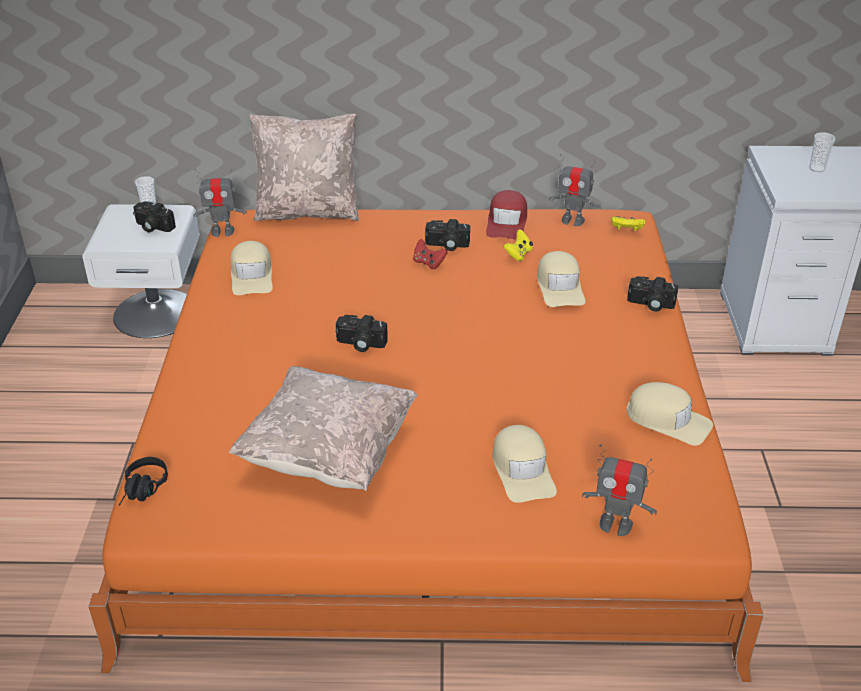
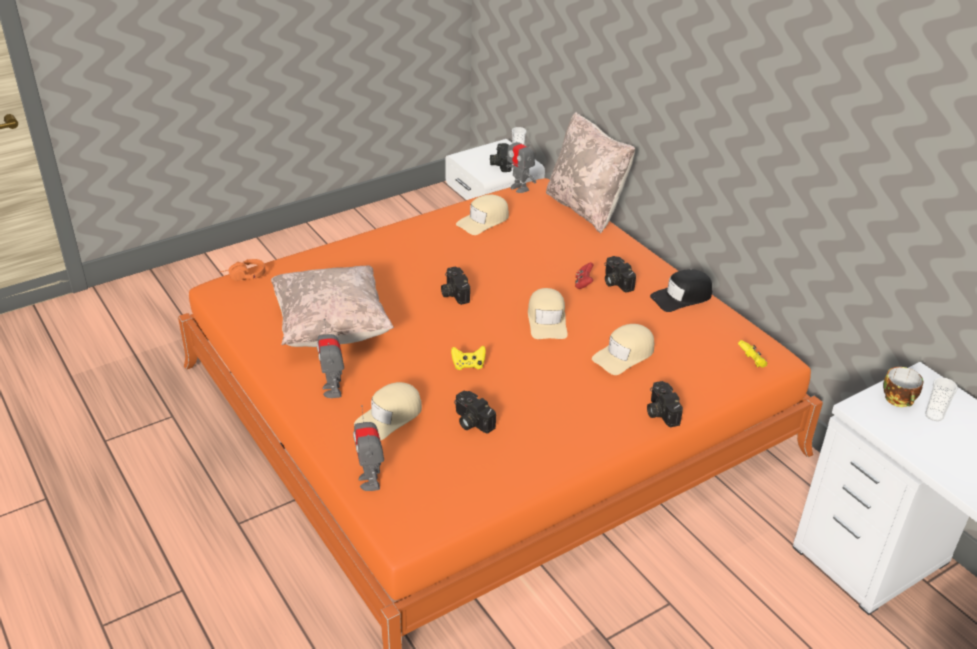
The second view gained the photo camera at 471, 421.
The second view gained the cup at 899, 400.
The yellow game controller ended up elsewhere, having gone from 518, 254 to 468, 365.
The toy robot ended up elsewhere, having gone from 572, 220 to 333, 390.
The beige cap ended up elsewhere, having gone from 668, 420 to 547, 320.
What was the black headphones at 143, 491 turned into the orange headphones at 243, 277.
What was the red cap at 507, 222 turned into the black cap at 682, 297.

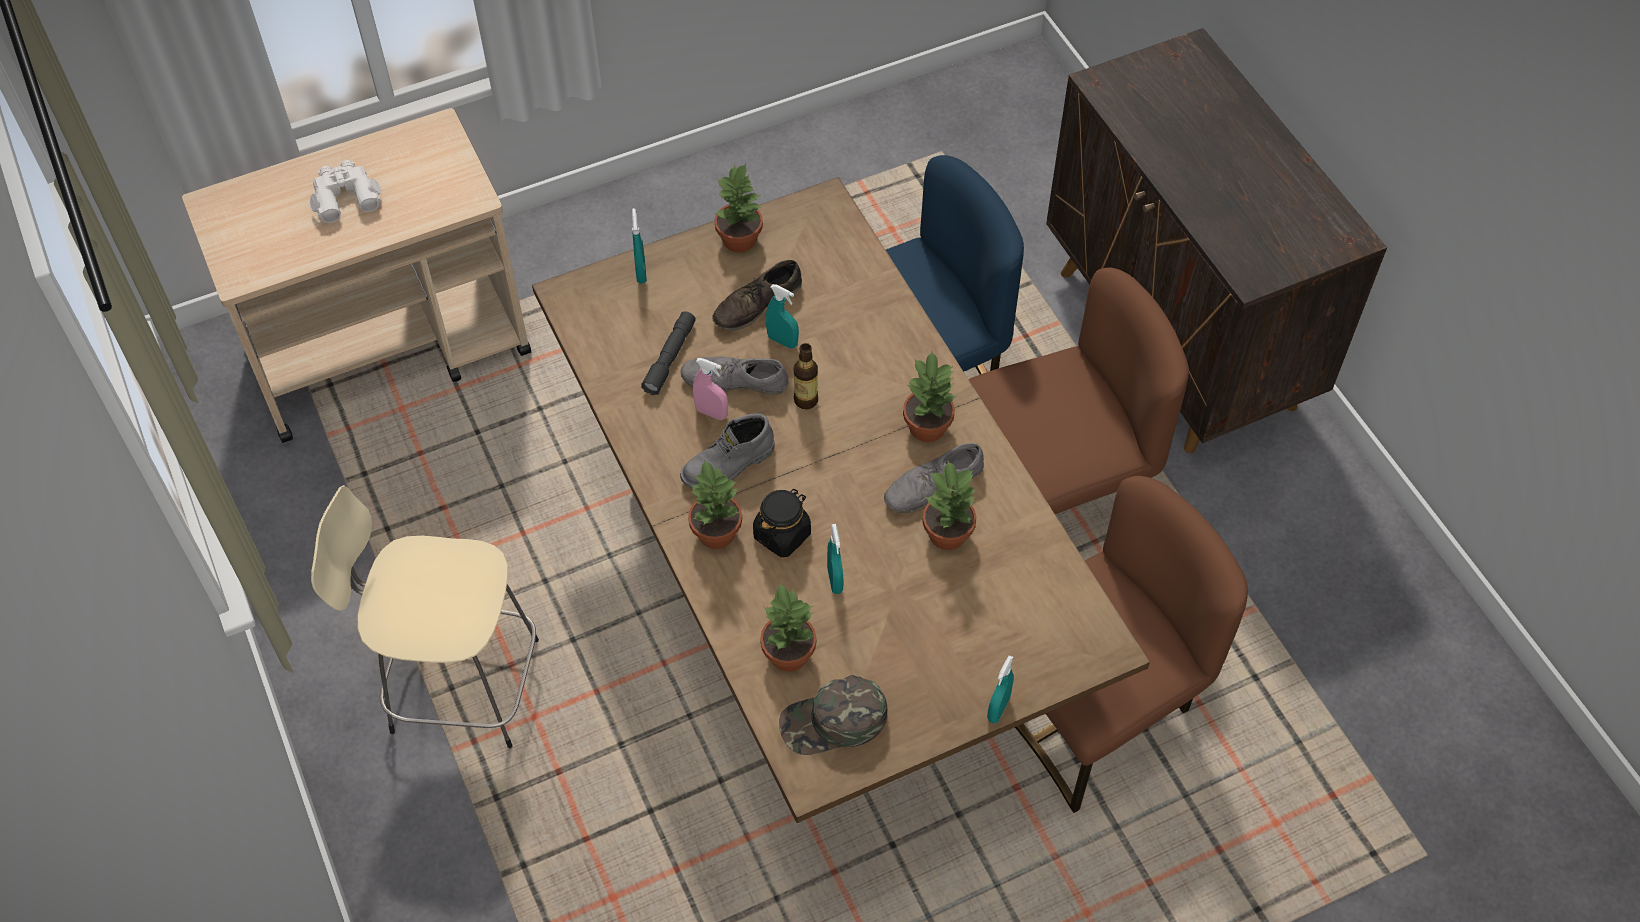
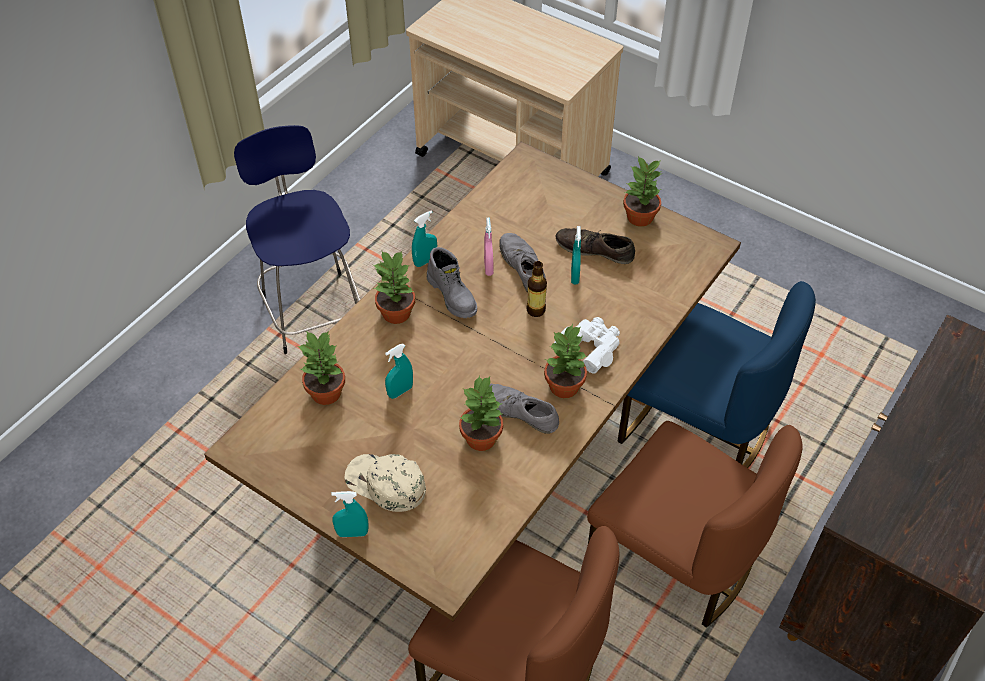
The second view lost the grey flashlight at 670, 358.
The second view lost the black jar at 782, 534.
The second view lost the green cap at 833, 722.
The second view gained the beige cap at 385, 484.
The white binoculars ended up elsewhere, having gone from 345, 196 to 590, 347.
The turquoise spray bottle ended up elsewhere, having gone from 641, 272 to 425, 261.
What was the beige stool at 459, 684 turned into the blue stool at 312, 309.
The grey boot at 728, 466 ended up facing another way, 150 degrees counterclockwise from before.

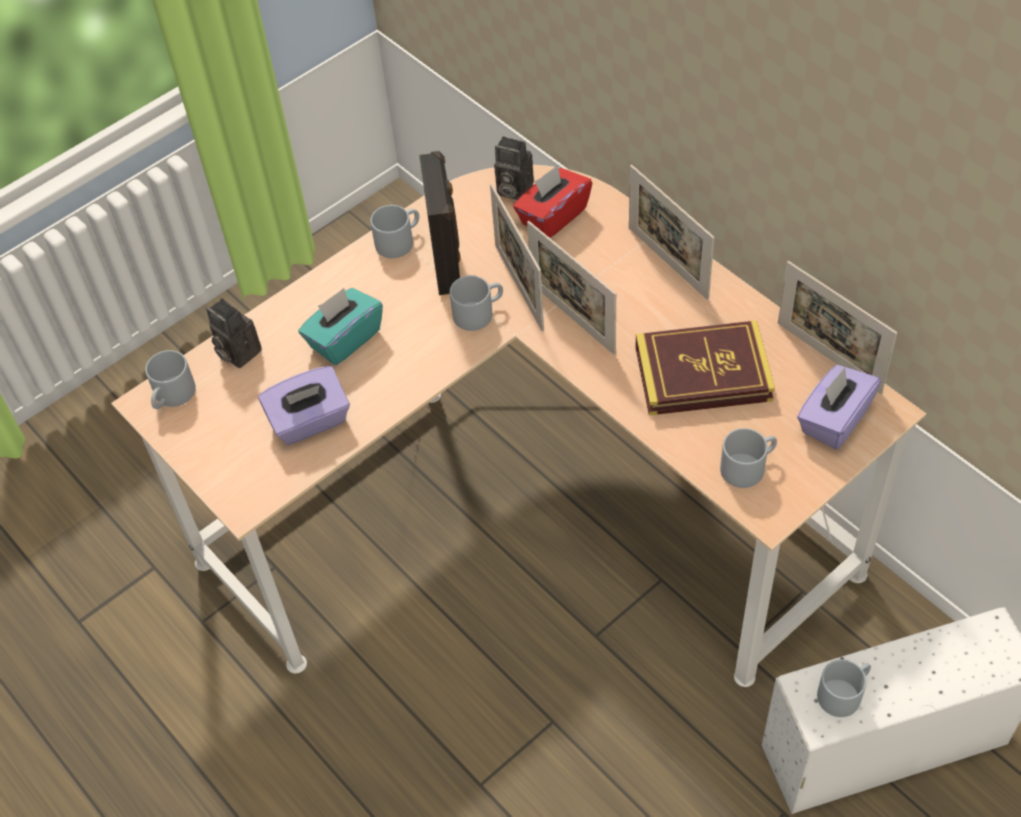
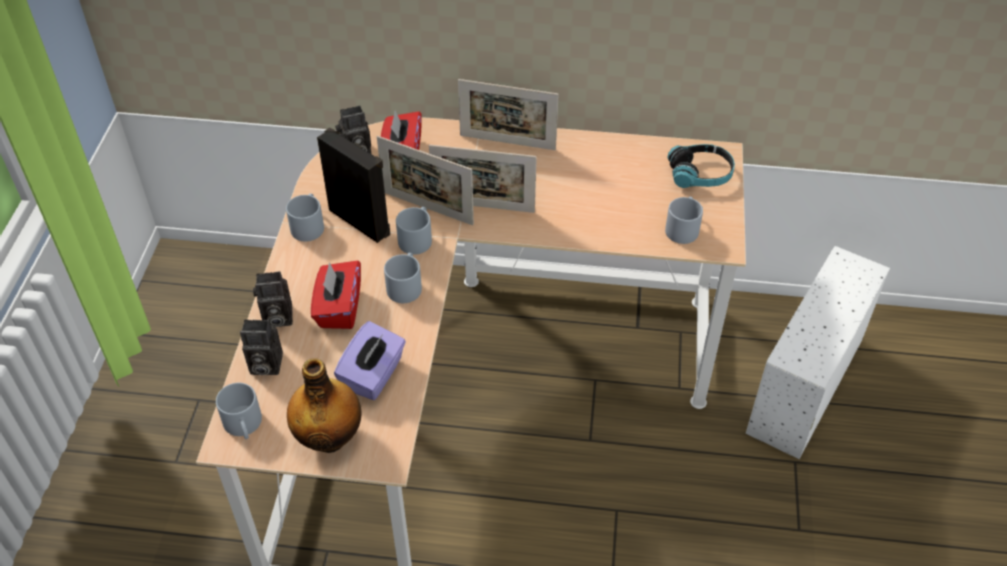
The second view lost the book at 703, 373.
The second view lost the picture frame at 828, 357.
The second view gained the photo camera at 276, 318.
The second view gained the bottle at 330, 437.
The grey mug ended up elsewhere, having gone from 843, 692 to 405, 285.
Where the purple tissue box stood at 834, 420, the headphones came to stand at 700, 174.
What was the turquoise tissue box at 344, 339 turned into the red tissue box at 339, 308.

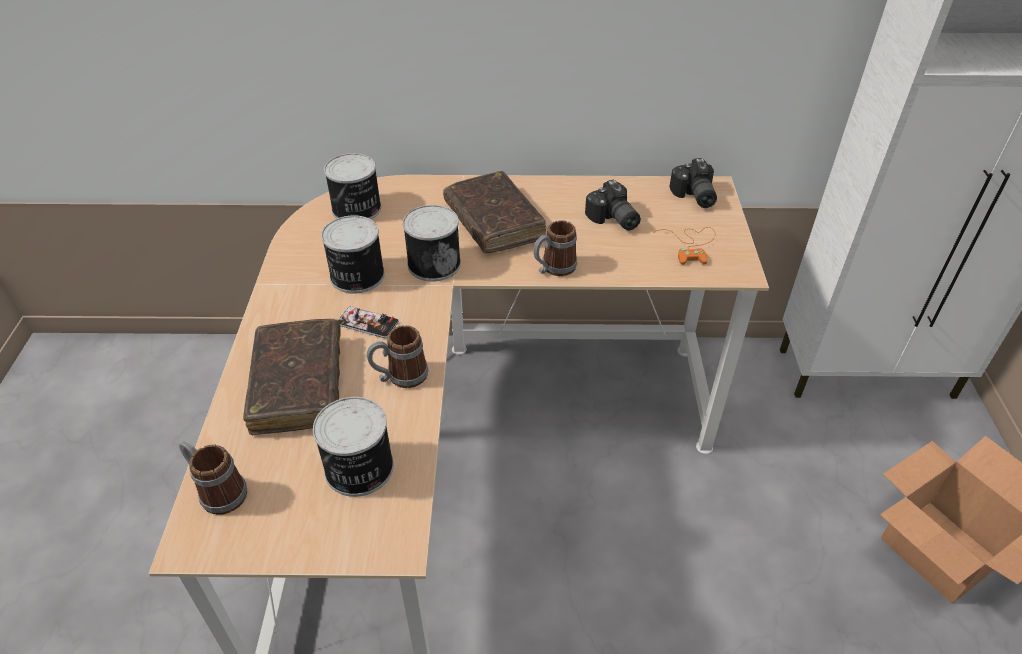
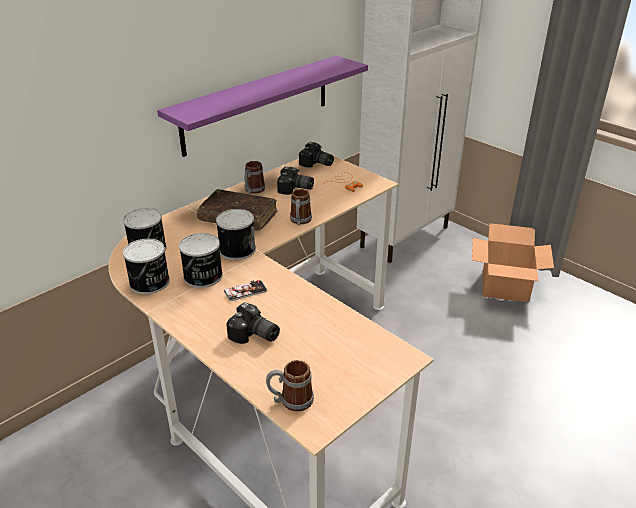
The second view gained the purple shelf at 257, 104.
The can ended up elsewhere, having gone from 358, 469 to 150, 283.
The mug ended up elsewhere, having gone from 400, 376 to 253, 191.
Where the brown book stood at 298, 385, the photo camera came to stand at 254, 336.

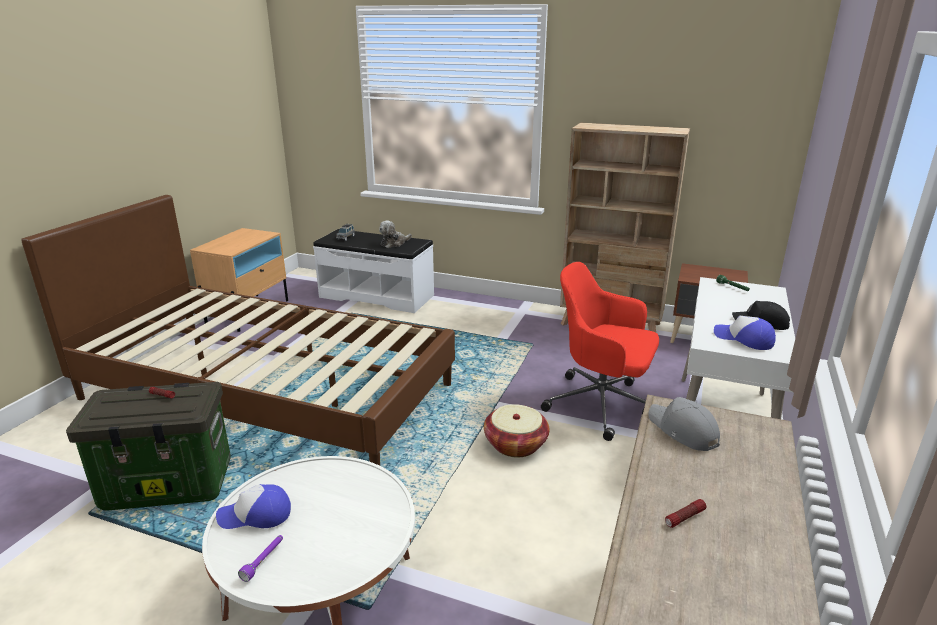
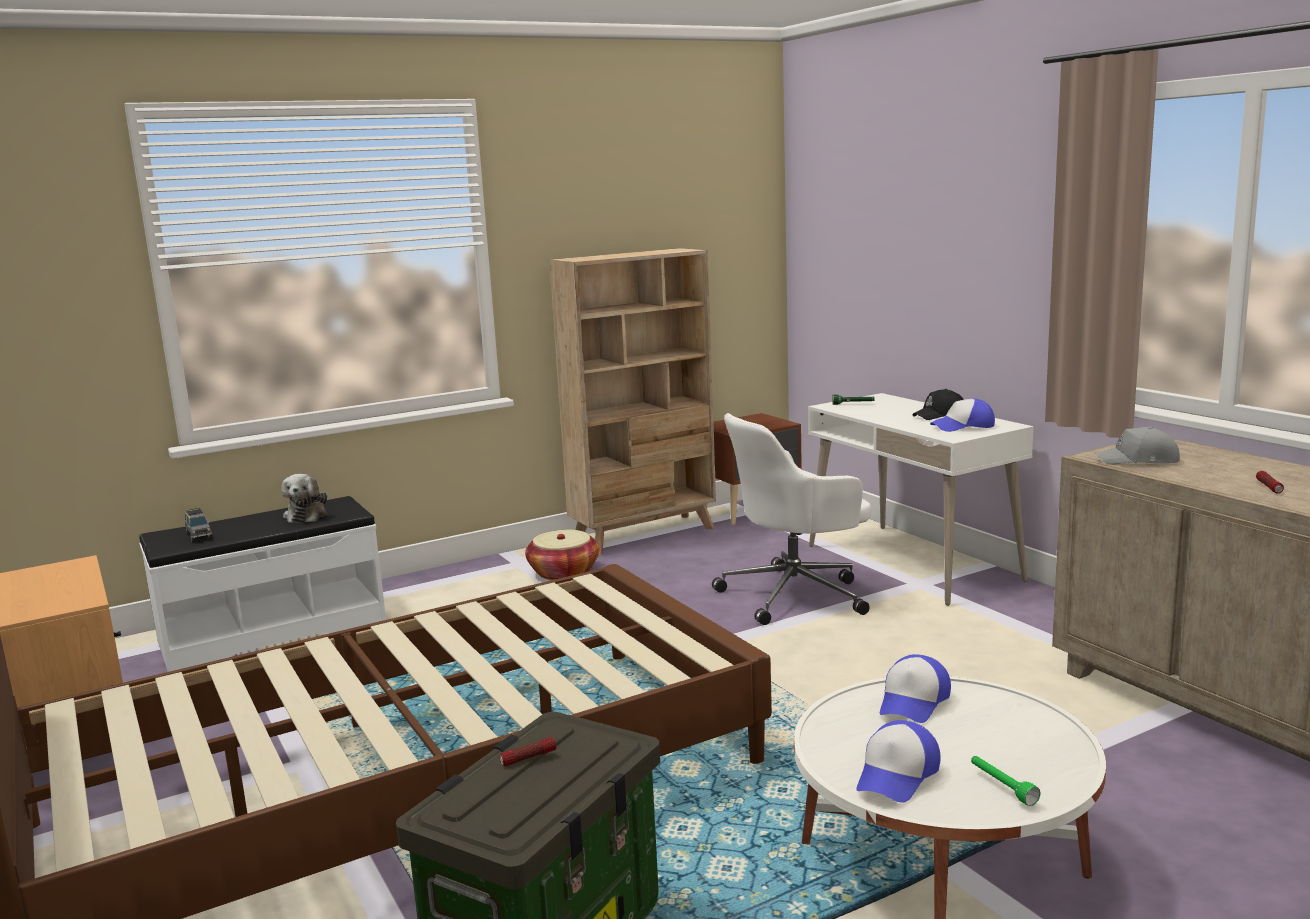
The second view gained the cap at 914, 702.
The basket ended up elsewhere, having gone from 515, 444 to 564, 572.
What was the purple flashlight at 263, 561 turned into the green flashlight at 1002, 786.
What was the red office chair at 601, 405 turned into the white office chair at 796, 595.

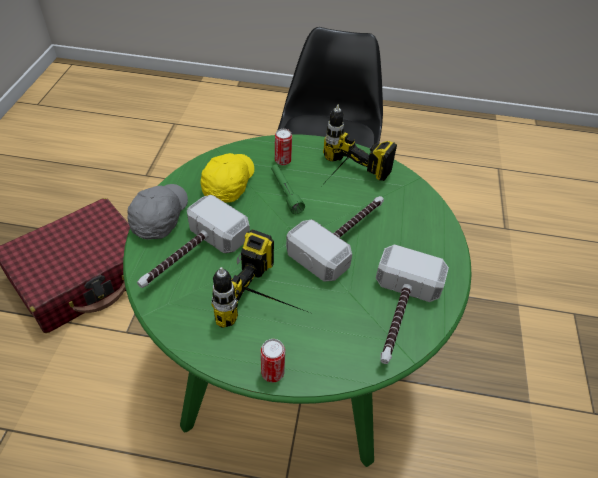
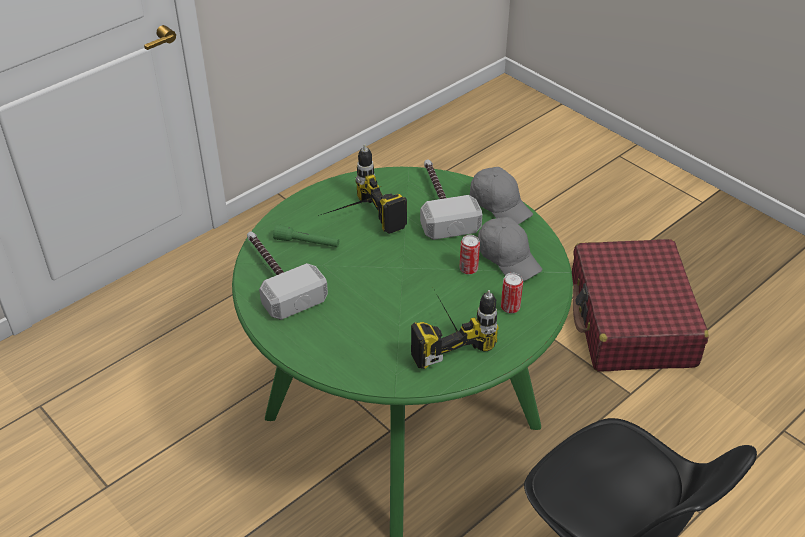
The second view lost the hammer at 343, 238.
The can ended up elsewhere, having gone from 272, 373 to 468, 269.
The green flashlight ended up elsewhere, having gone from 285, 192 to 307, 243.
What was the yellow cap at 228, 183 turned into the grey cap at 508, 258.

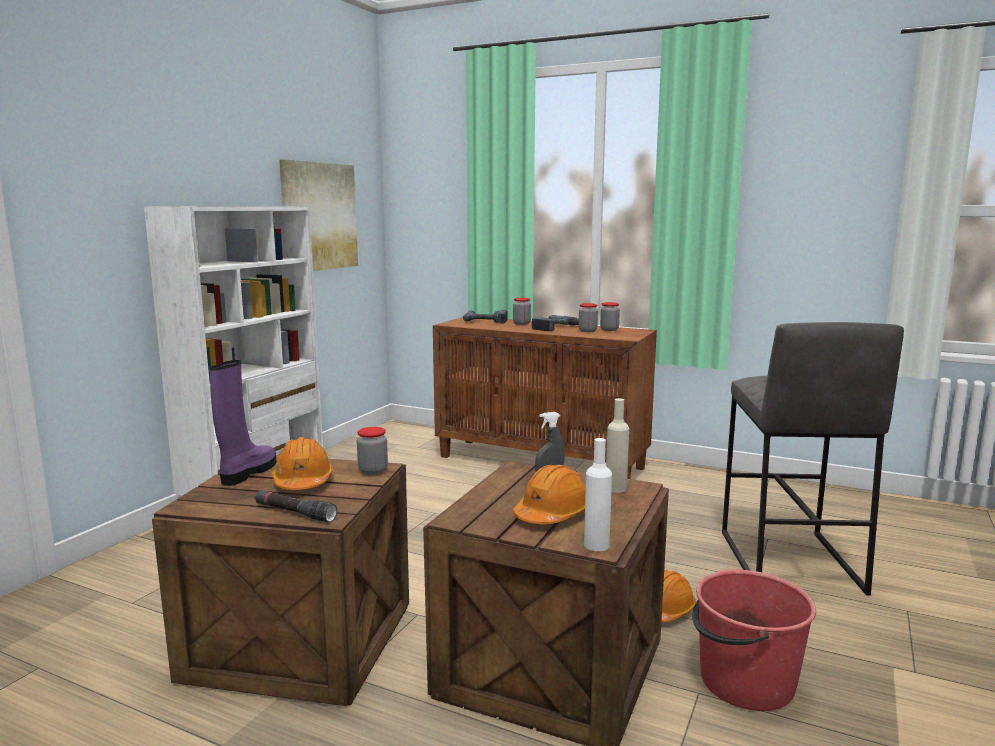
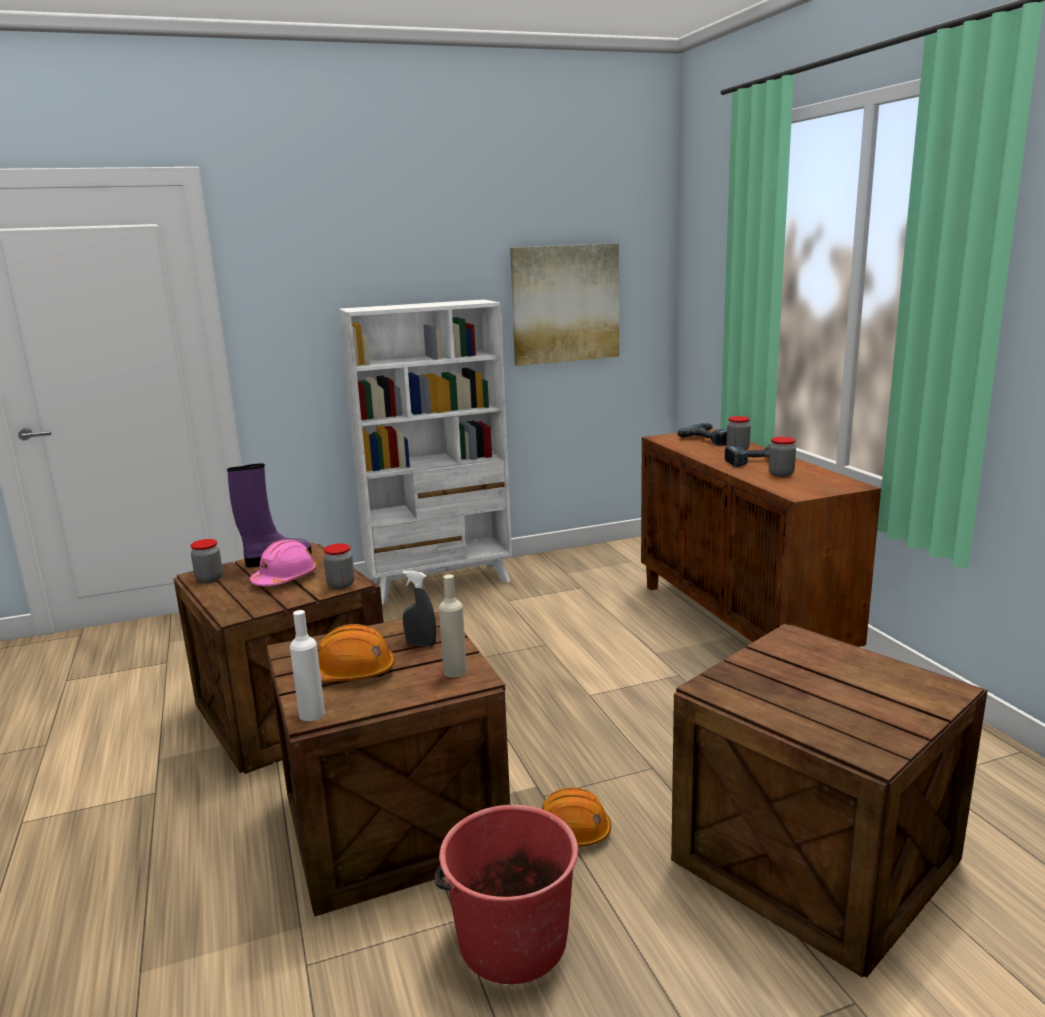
The second view lost the black flashlight at 294, 513.
The jar ended up elsewhere, having gone from 609, 330 to 209, 579.
Where the grey stool stood at 788, 562, the crate came to stand at 813, 861.
What was the orange hard hat at 303, 482 turned into the pink hard hat at 285, 579.

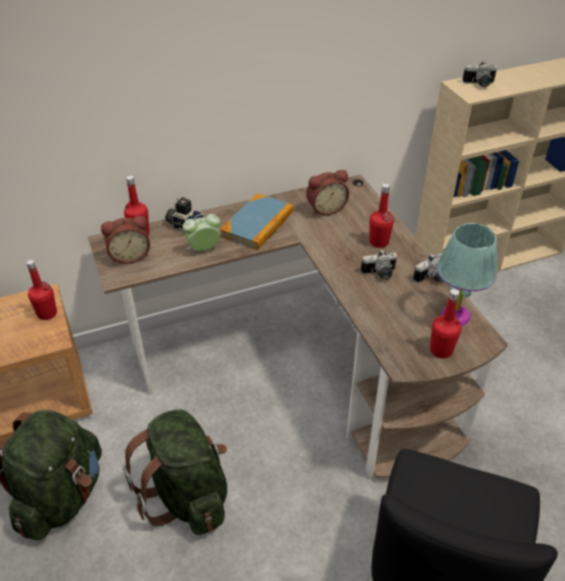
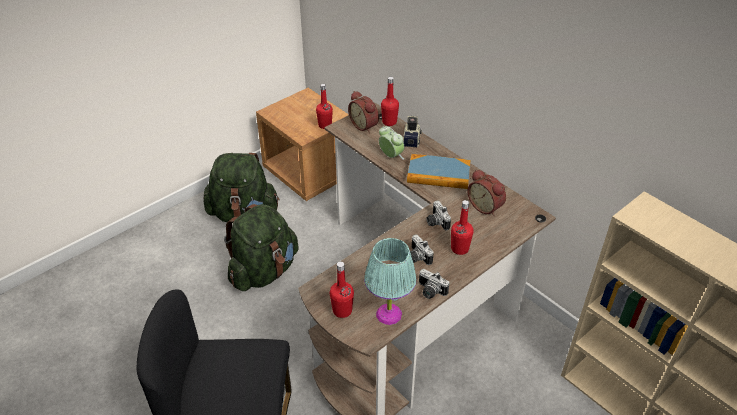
The photo camera ended up elsewhere, having gone from 479, 84 to 436, 222.

